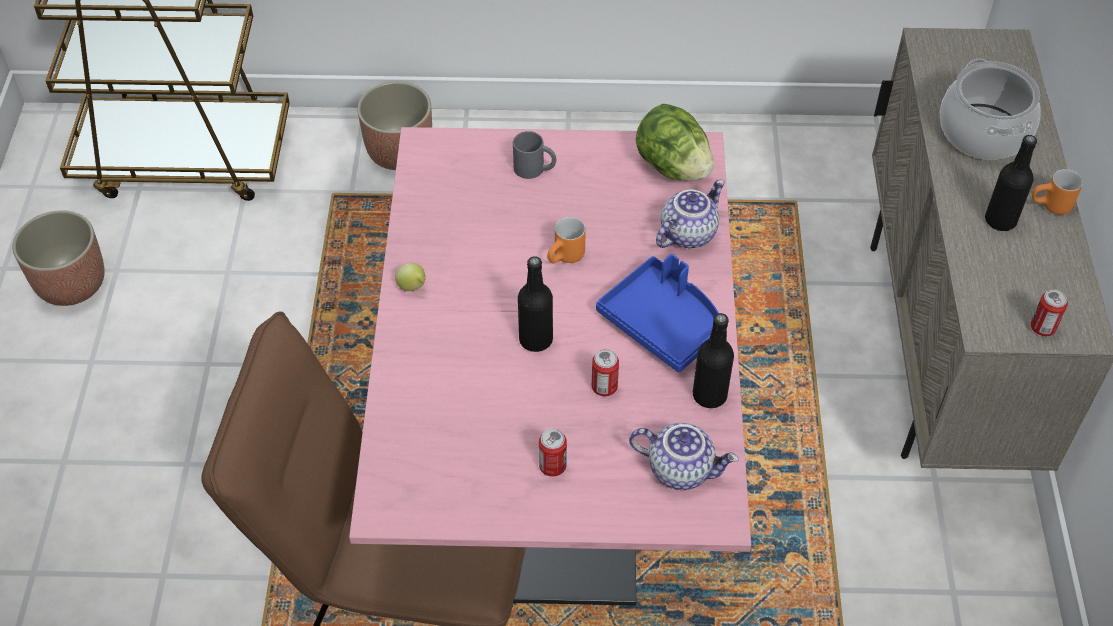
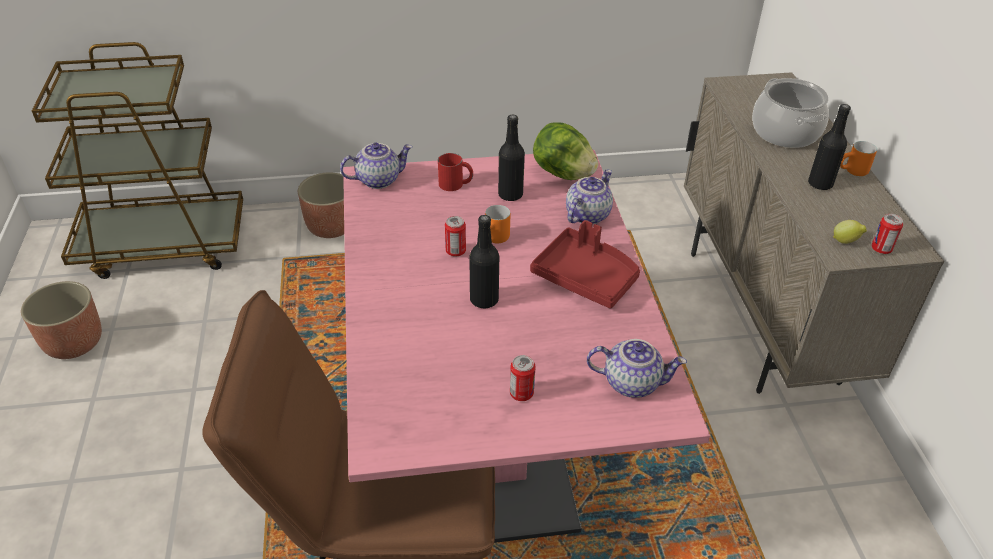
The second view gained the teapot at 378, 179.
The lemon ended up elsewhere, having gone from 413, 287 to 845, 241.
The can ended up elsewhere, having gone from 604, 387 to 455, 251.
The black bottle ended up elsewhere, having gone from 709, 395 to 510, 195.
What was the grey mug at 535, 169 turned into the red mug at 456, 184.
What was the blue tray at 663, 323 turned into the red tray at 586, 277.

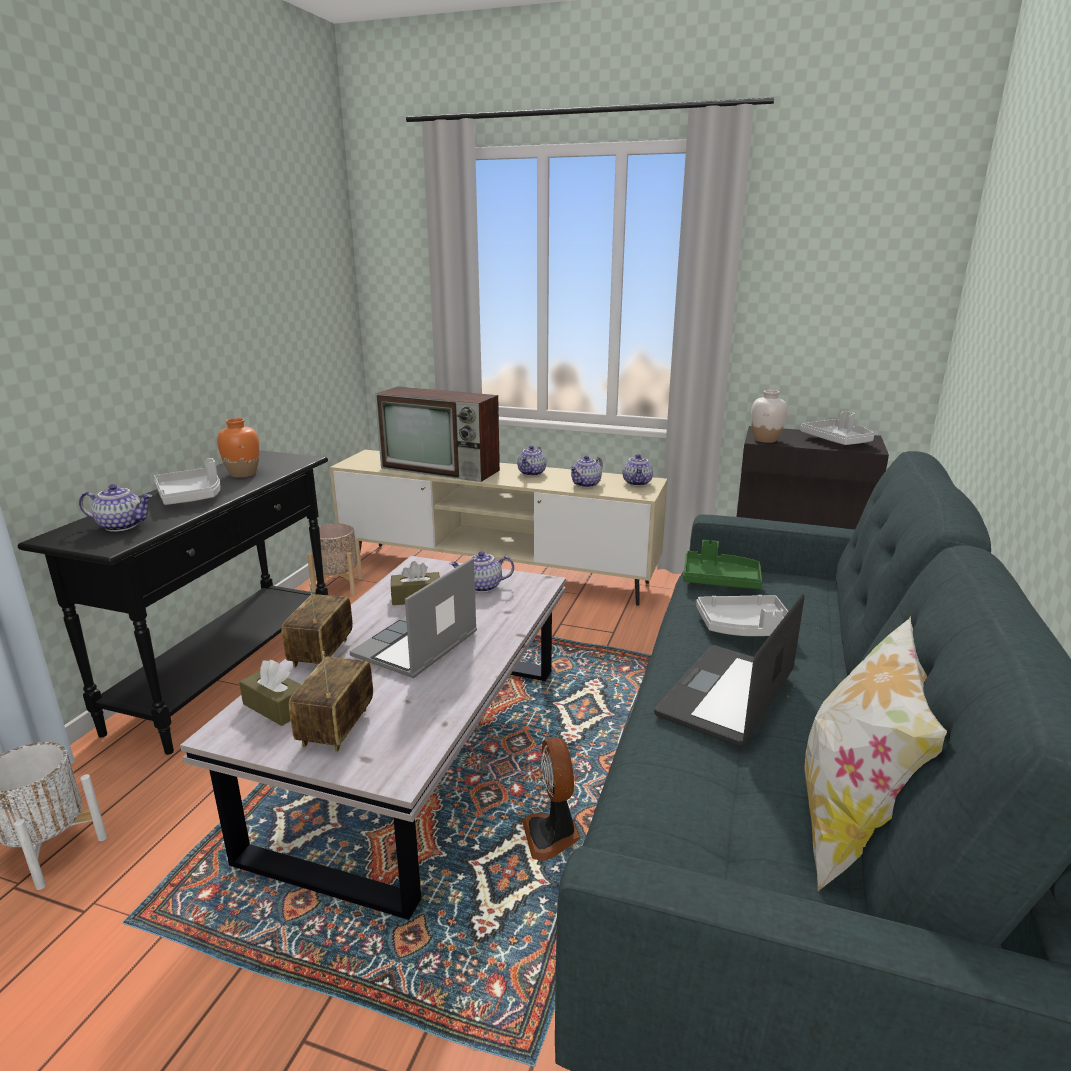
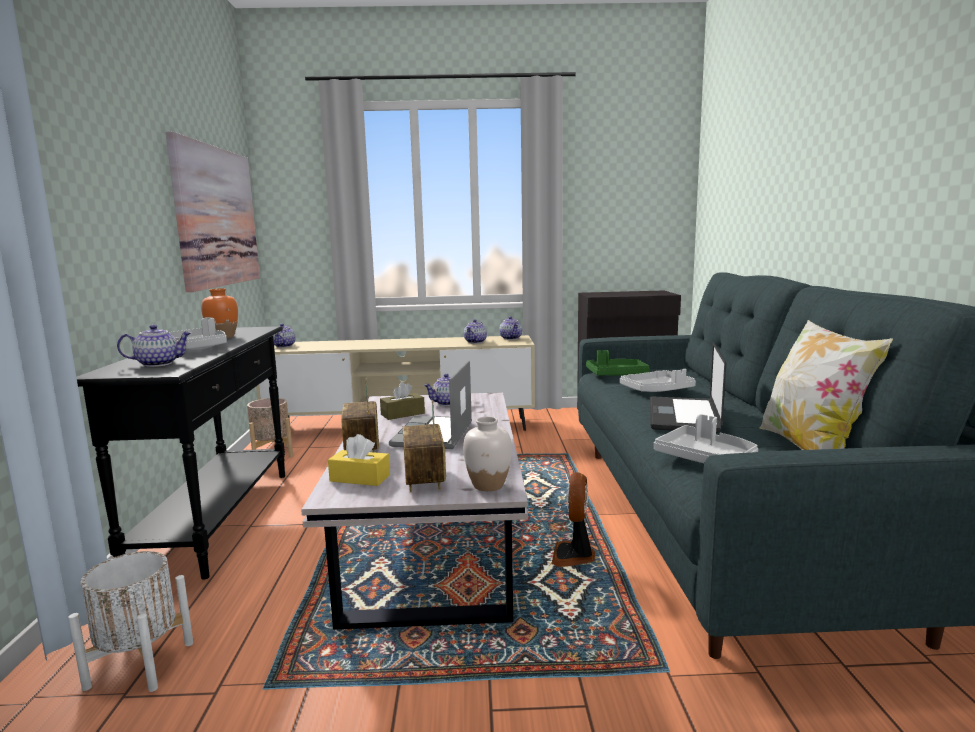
The second view lost the television at 442, 469.
The second view gained the picture at 217, 217.
The teapot ended up elsewhere, having gone from 532, 473 to 284, 346.
The white vase ended up elsewhere, having gone from 765, 440 to 488, 485.
The grey tray ended up elsewhere, having gone from 837, 441 to 706, 459.
What was the brown tissue box at 276, 707 turned into the yellow tissue box at 360, 478.
The fan at 552, 835 ended up facing another way, 45 degrees clockwise from before.

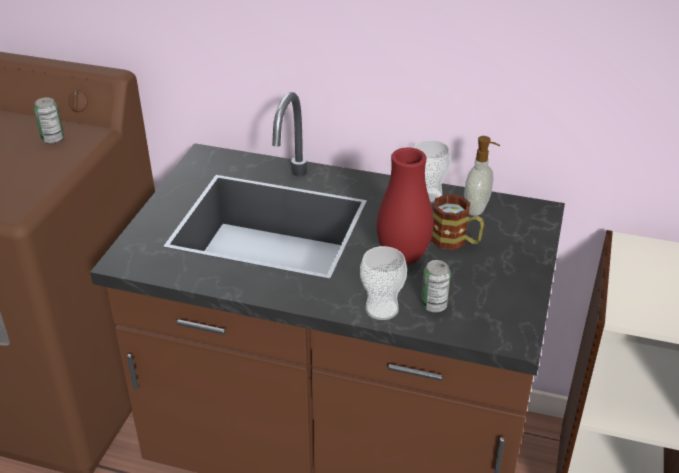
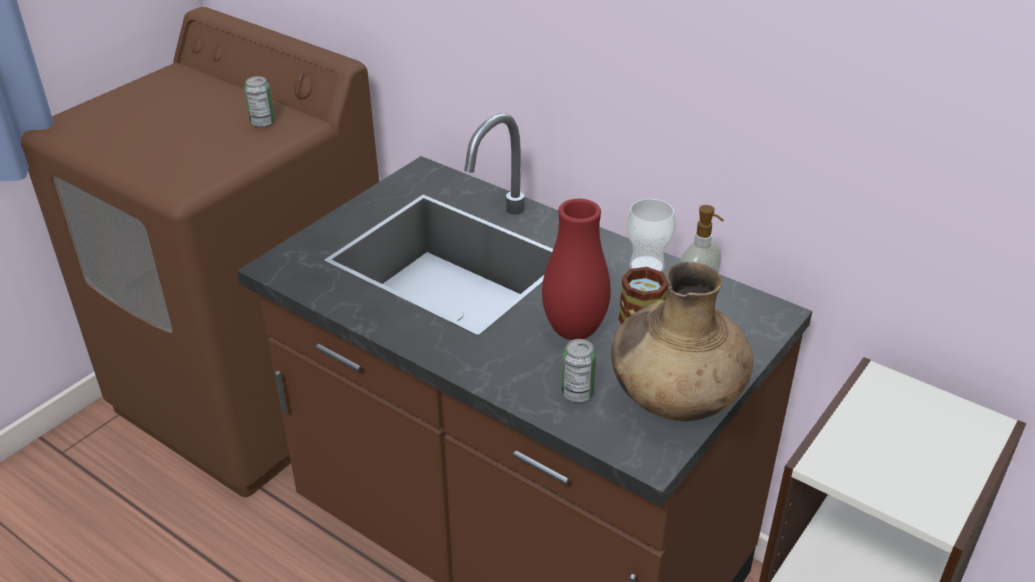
The second view lost the cup at 382, 309.
The second view gained the brown vase at 675, 399.

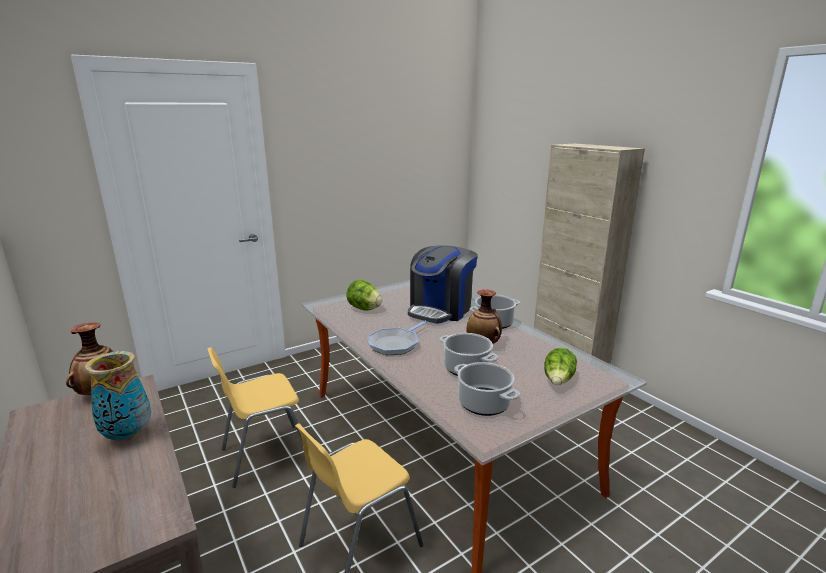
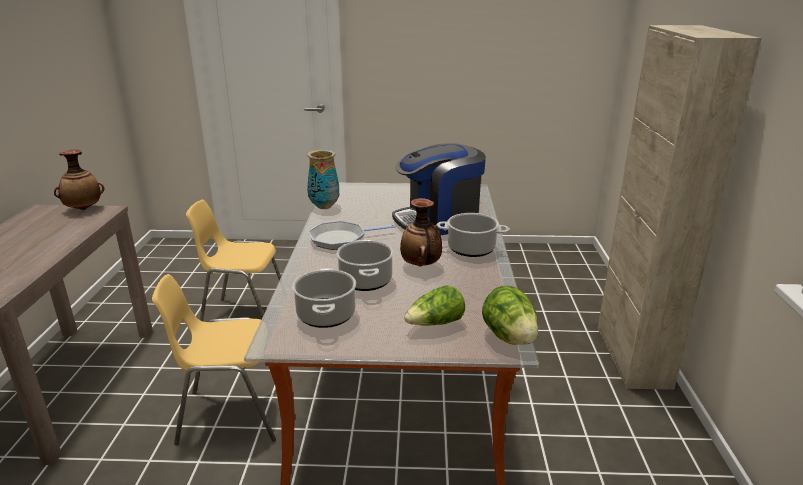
The vase ended up elsewhere, having gone from 127, 436 to 324, 206.
The lettuce ended up elsewhere, having gone from 364, 309 to 509, 337.

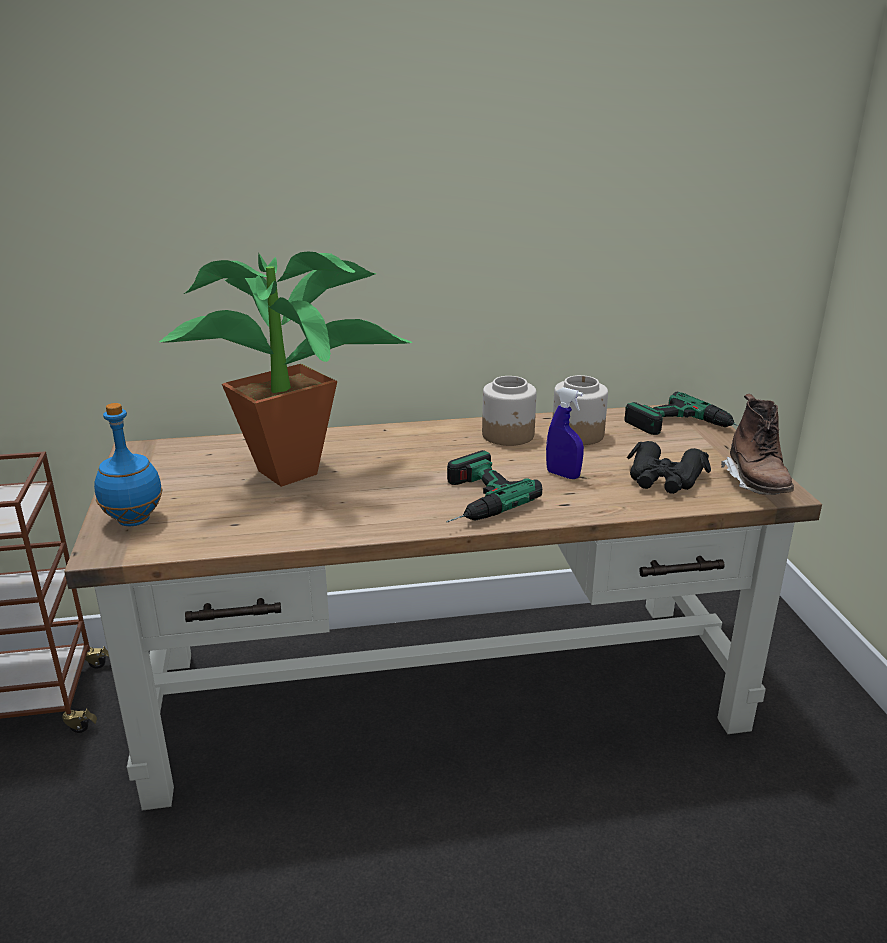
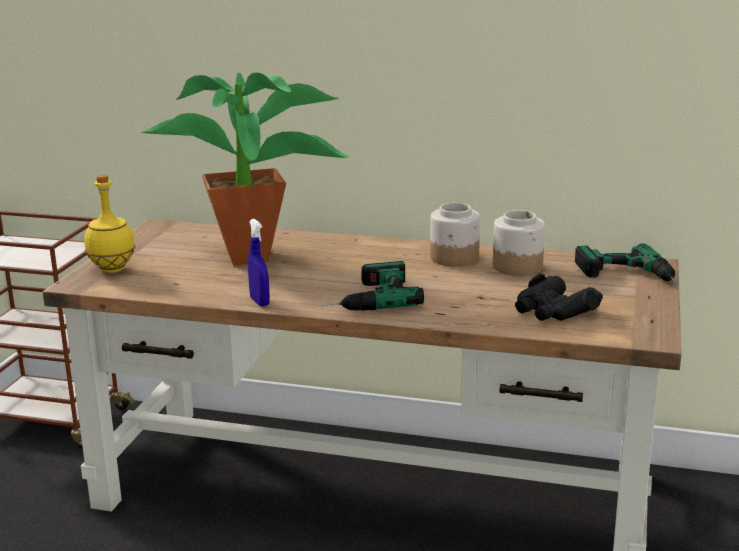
The second view lost the brown boot at 756, 484.
The blue spray bottle ended up elsewhere, having gone from 563, 475 to 259, 302.
What was the blue bottle at 135, 520 turned into the yellow bottle at 113, 269.

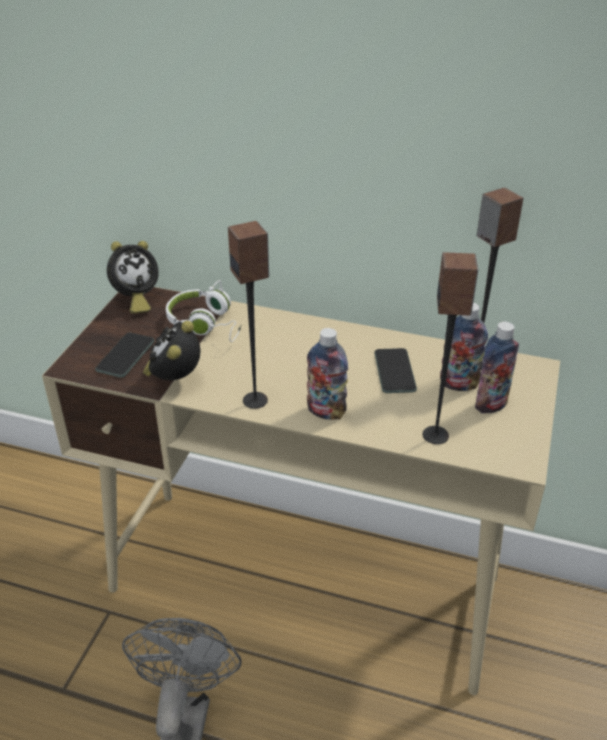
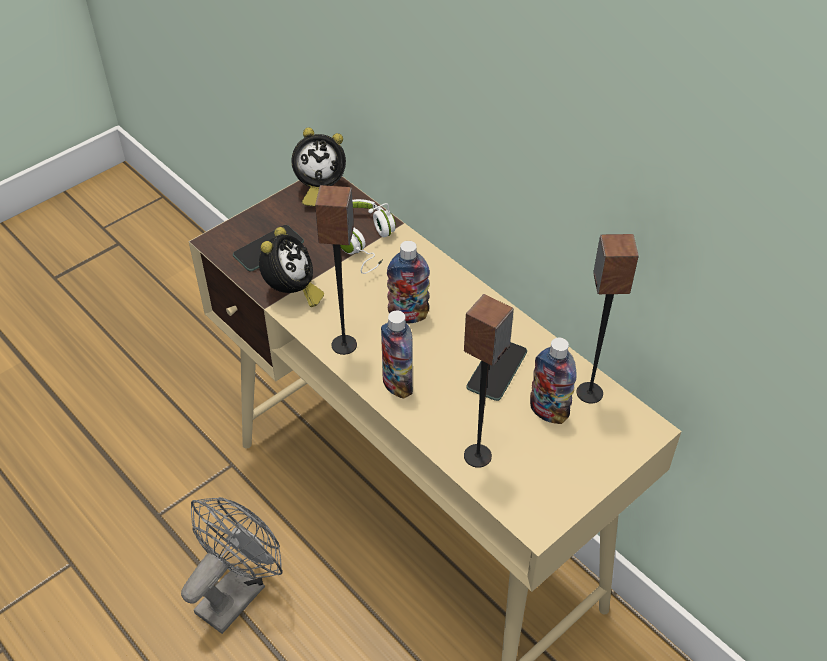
The bottle ended up elsewhere, having gone from 491, 405 to 408, 315.
The alarm clock at 175, 379 ended up facing another way, 150 degrees clockwise from before.

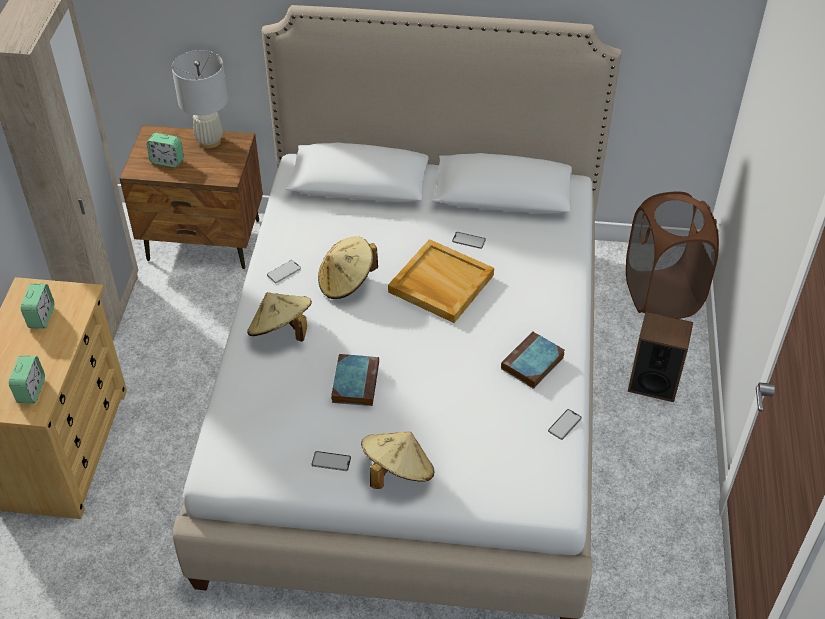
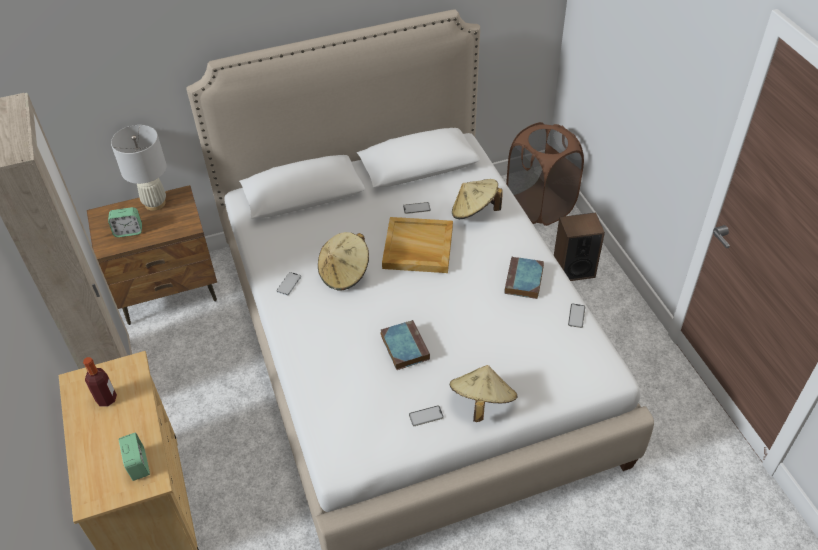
The beige hat ended up elsewhere, having gone from 281, 332 to 474, 212.
Where the alarm clock stood at 41, 317, the bottle came to stand at 106, 399.

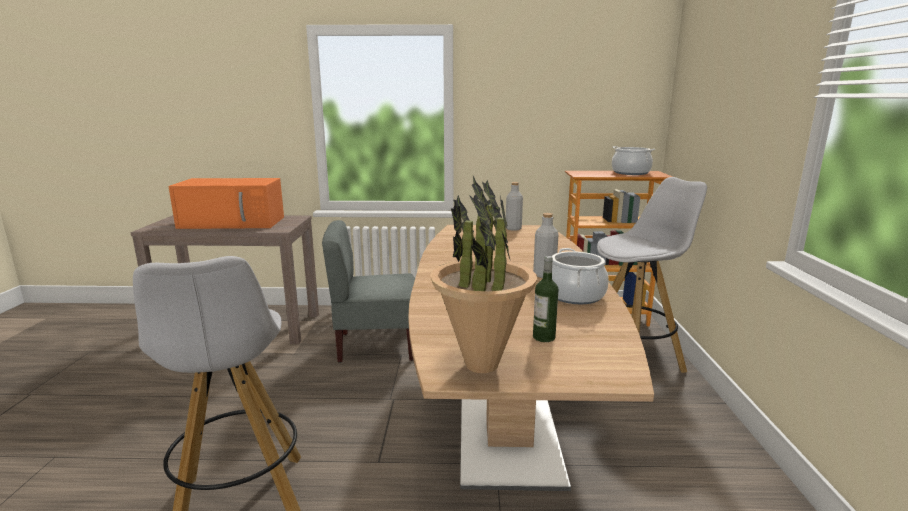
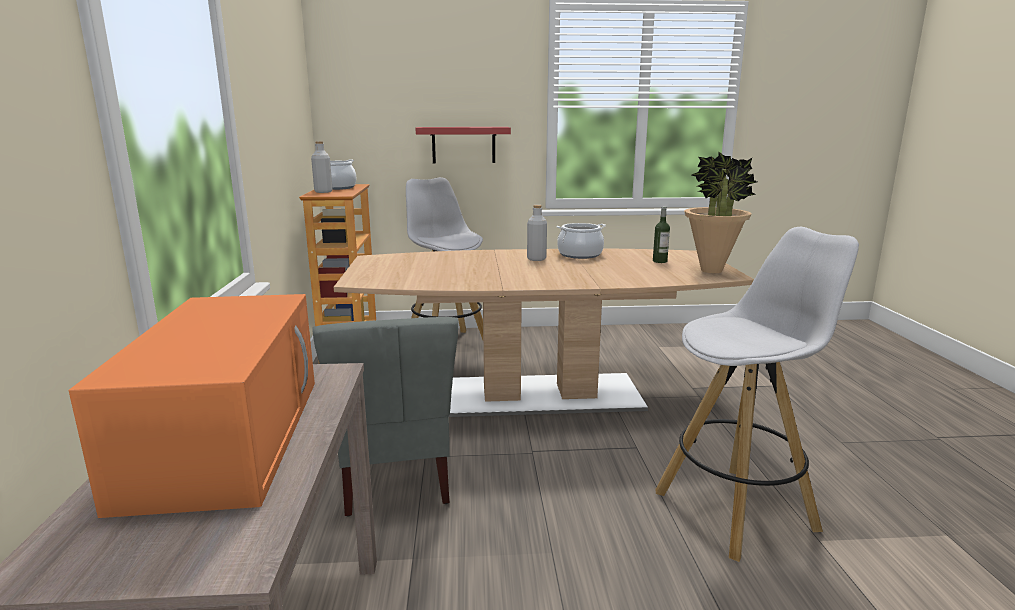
The second view gained the red shelf at 463, 145.
The grey bottle ended up elsewhere, having gone from 513, 228 to 323, 192.

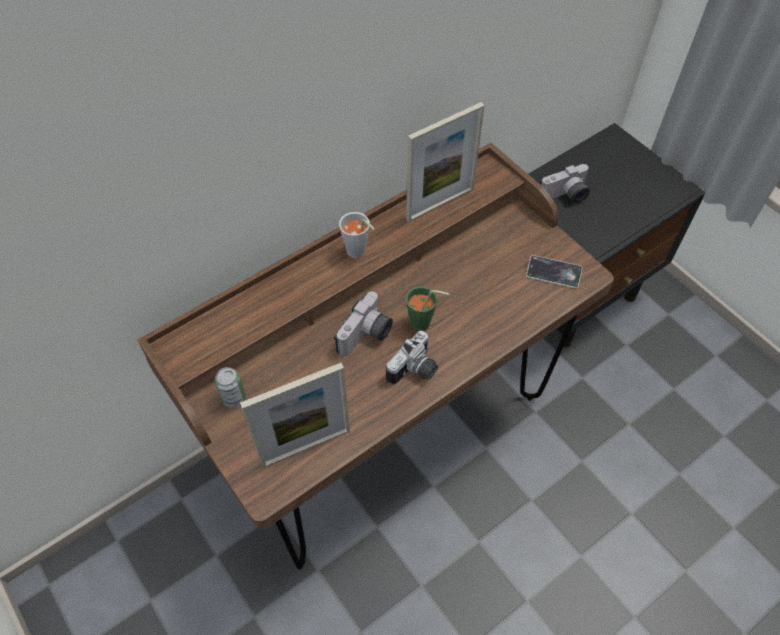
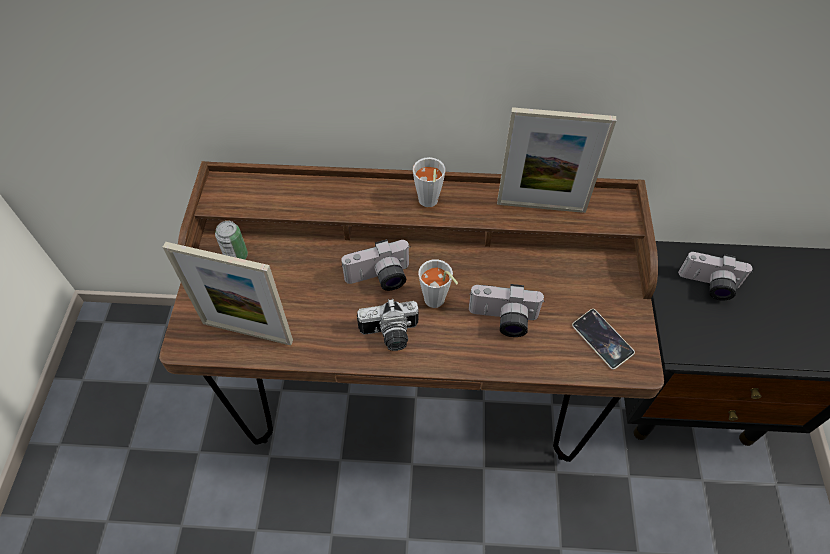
The second view gained the photo camera at 503, 320.
What was the green cup at 424, 324 turned into the grey cup at 437, 302.

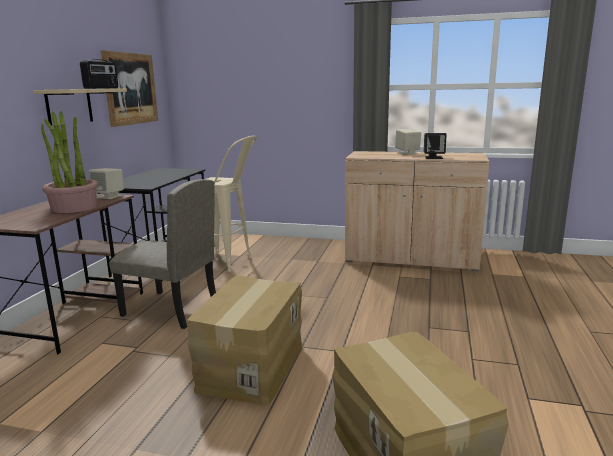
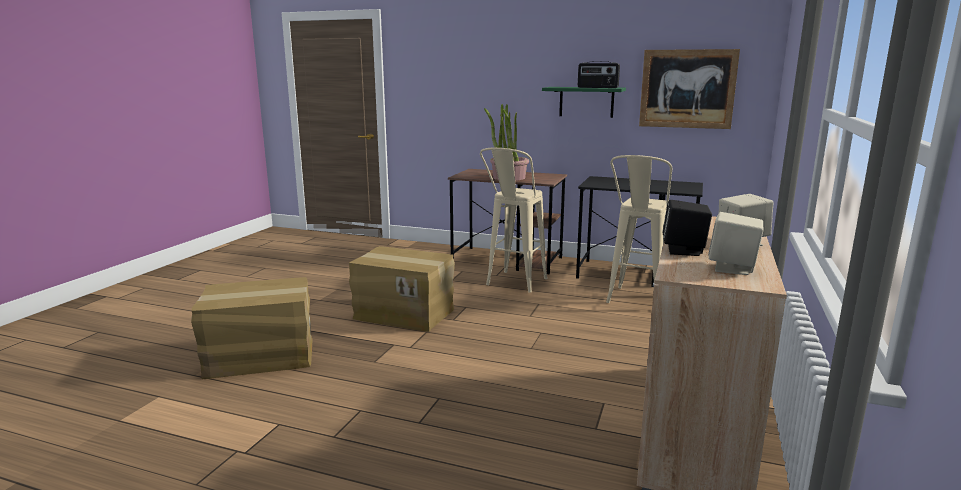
The beige speaker ended up elsewhere, having gone from 109, 196 to 732, 268.
Where the beige chair stood at 170, 309, the beige stool came to stand at 513, 285.
What was the beige shelf at 69, 106 turned into the green shelf at 586, 102.

